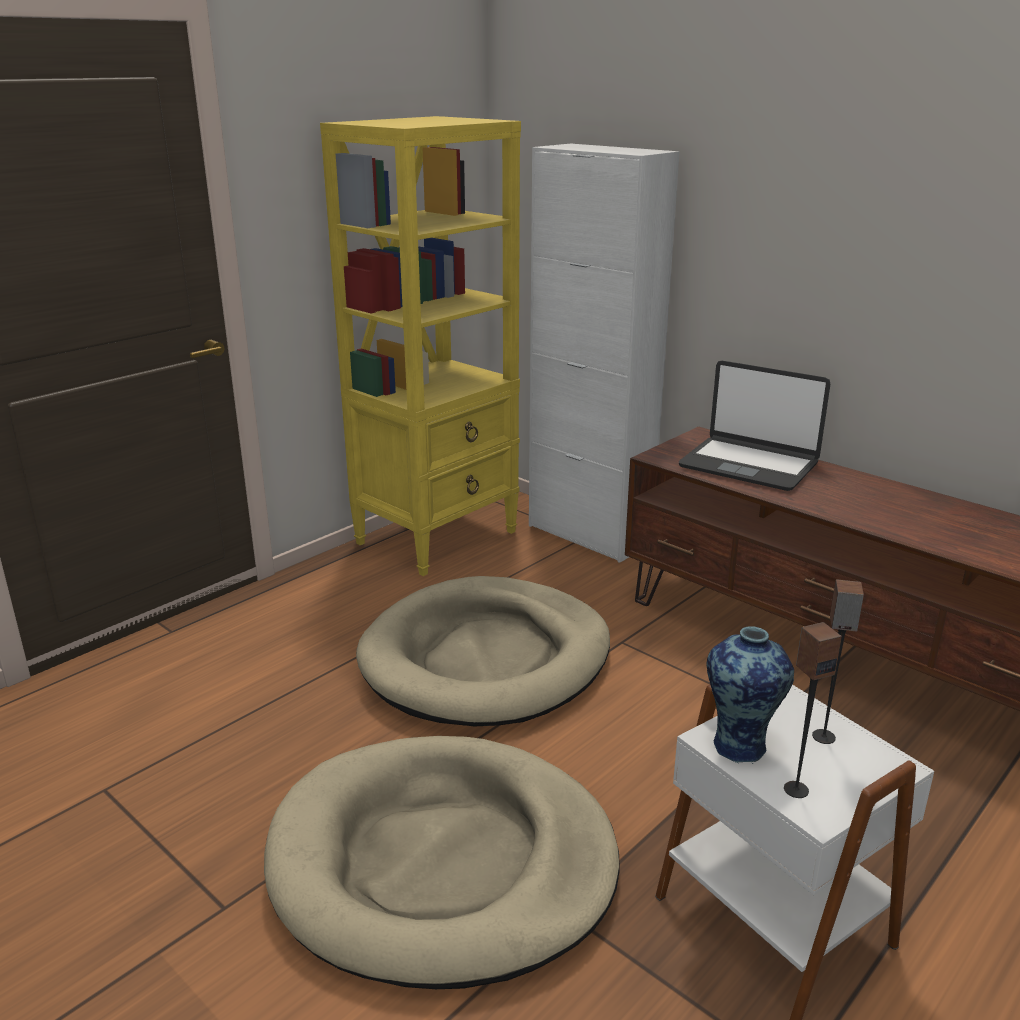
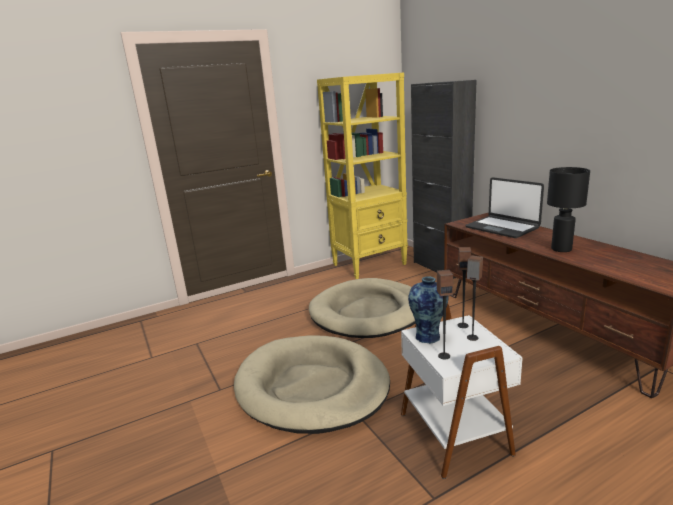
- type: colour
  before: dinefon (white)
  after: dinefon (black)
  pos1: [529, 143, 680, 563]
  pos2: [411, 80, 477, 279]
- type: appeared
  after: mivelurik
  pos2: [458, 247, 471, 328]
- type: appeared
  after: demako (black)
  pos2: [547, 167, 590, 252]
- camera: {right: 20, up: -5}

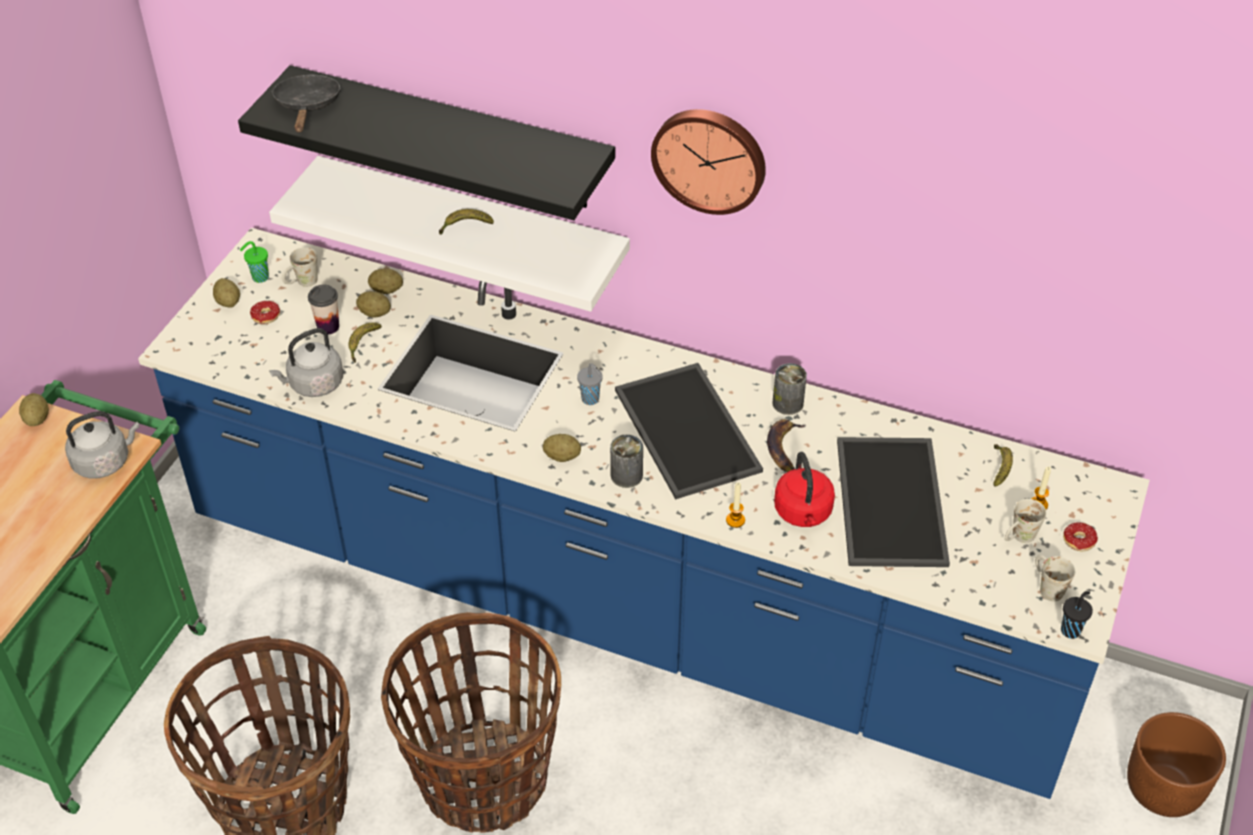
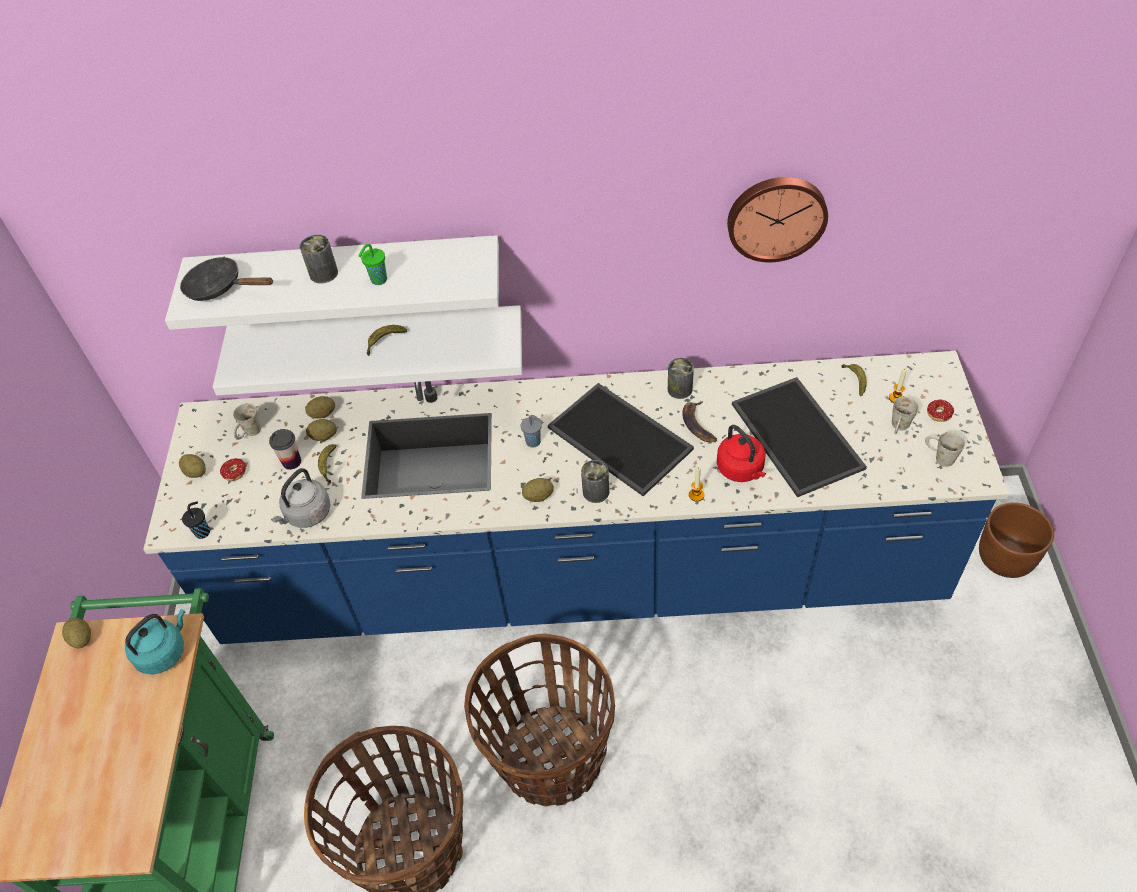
- type: colour
  before: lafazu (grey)
  after: lafazu (turquoise)
  pos1: [65, 411, 140, 479]
  pos2: [125, 609, 185, 674]
- type: colour
  before: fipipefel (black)
  after: fipipefel (white)
  pos1: [238, 65, 615, 220]
  pos2: [165, 235, 499, 330]
- type: spun
  before: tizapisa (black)
  pos1: [271, 75, 341, 132]
  pos2: [180, 256, 273, 301]
  turn: -45
- type: relocated
  before: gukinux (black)
  pos1: [1061, 591, 1093, 639]
  pos2: [182, 502, 210, 539]
- type: appeared
  after: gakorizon
  pos2: [300, 235, 338, 284]
- type: relocated
  before: gukinux (green)
  pos1: [240, 241, 269, 283]
  pos2: [359, 244, 387, 285]
- type: relocated
  before: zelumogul
  pos1: [651, 109, 766, 215]
  pos2: [727, 177, 828, 262]
- camera: {right: -20, up: 5}

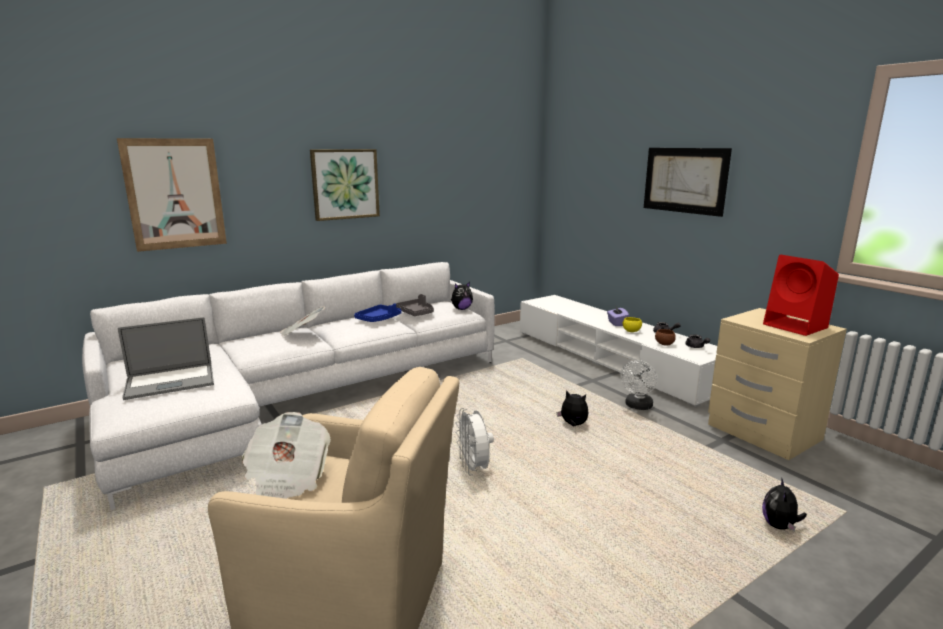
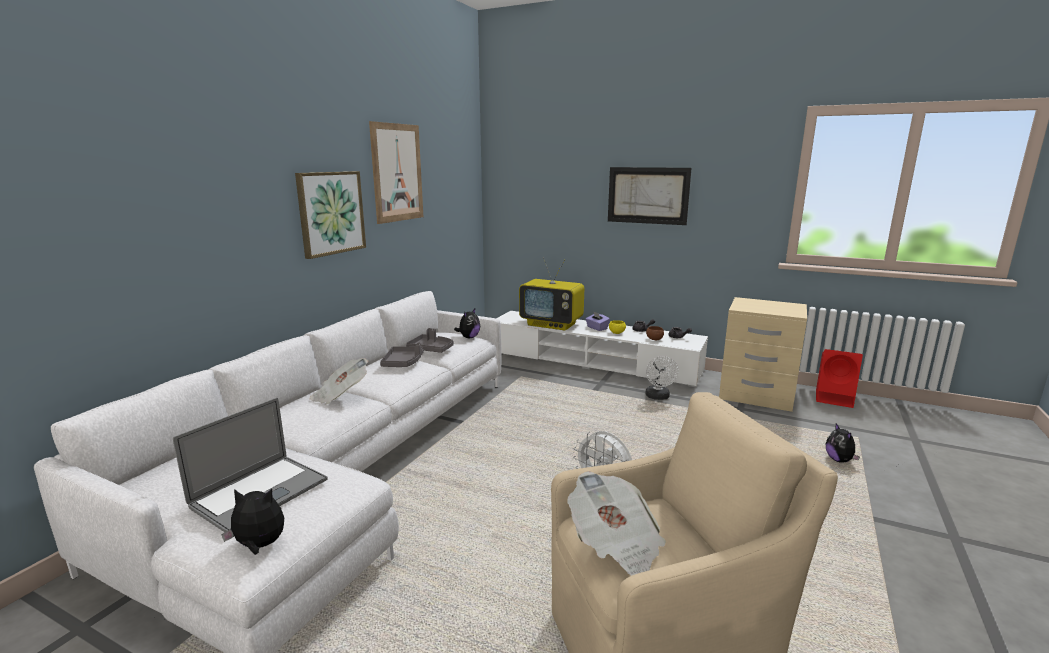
- type: relocated
  before: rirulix
  pos1: [557, 390, 588, 427]
  pos2: [222, 489, 284, 555]
- type: relocated
  before: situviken
  pos1: [117, 138, 227, 252]
  pos2: [369, 121, 423, 224]
- type: colour
  before: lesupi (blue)
  after: lesupi (grey)
  pos1: [354, 303, 402, 322]
  pos2: [380, 342, 424, 367]
- type: appeared
  after: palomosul
  pos2: [519, 257, 584, 331]
- type: relocated
  before: mivelurik (red)
  pos1: [763, 255, 839, 336]
  pos2: [816, 349, 863, 408]
- camera: {right: -30, up: 0}

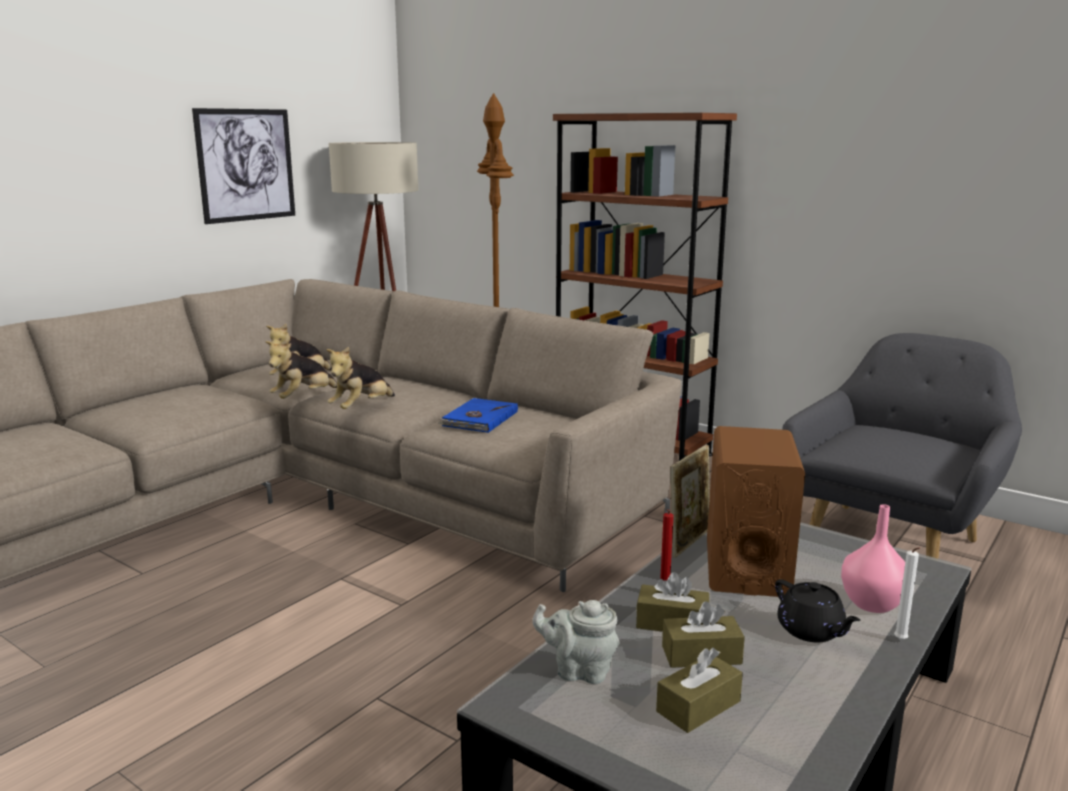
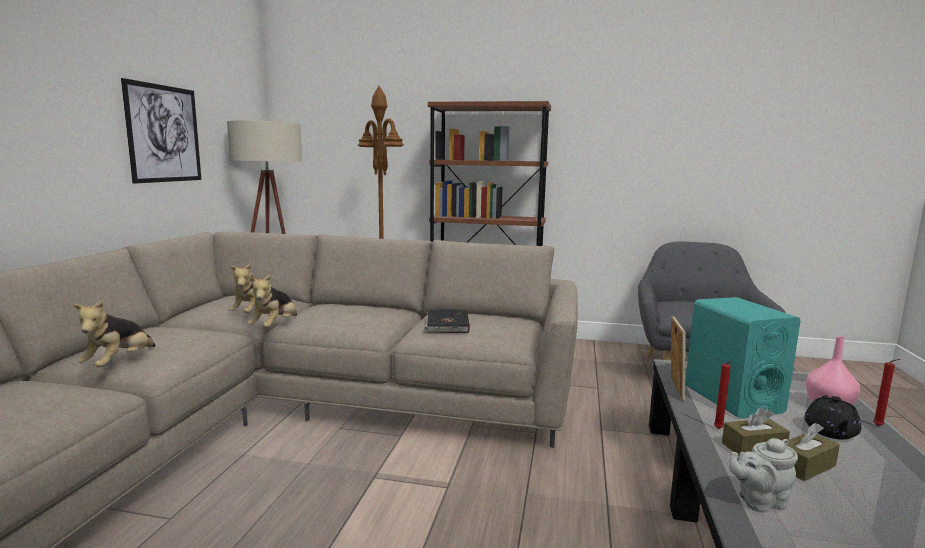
- type: relocated
  before: rirulix
  pos1: [326, 347, 395, 409]
  pos2: [73, 300, 155, 367]
- type: colour
  before: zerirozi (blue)
  after: zerirozi (black)
  pos1: [438, 398, 518, 433]
  pos2: [424, 309, 470, 333]
- type: colour
  before: mivelurik (brown)
  after: mivelurik (turquoise)
  pos1: [707, 426, 805, 597]
  pos2: [685, 297, 801, 419]
- type: spun
  before: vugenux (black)
  pos1: [775, 579, 861, 642]
  pos2: [805, 395, 861, 440]
  turn: 75
- type: colour
  before: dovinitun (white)
  after: dovinitun (red)
  pos1: [894, 548, 920, 640]
  pos2: [873, 359, 901, 426]
- type: missing
  before: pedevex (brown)
  pos1: [656, 648, 743, 733]
- camera: {right: -25, up: -5}

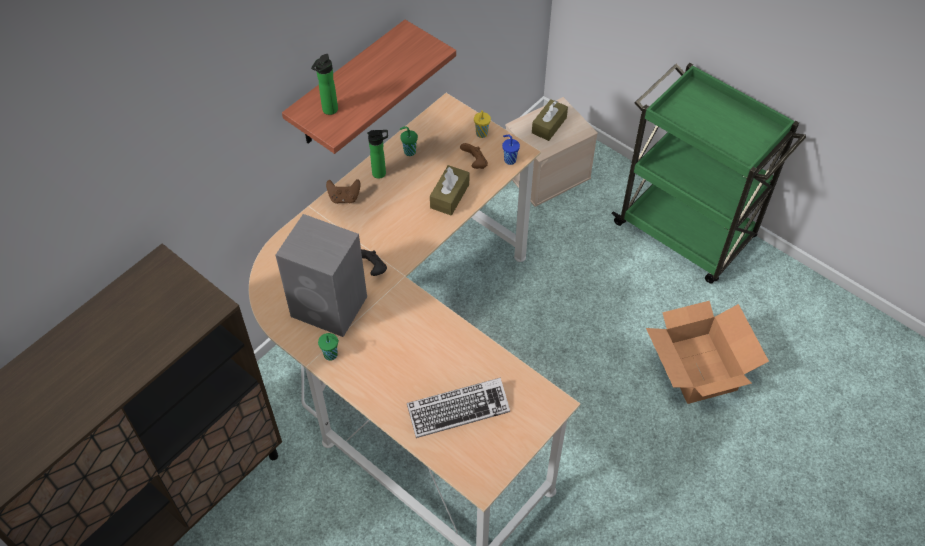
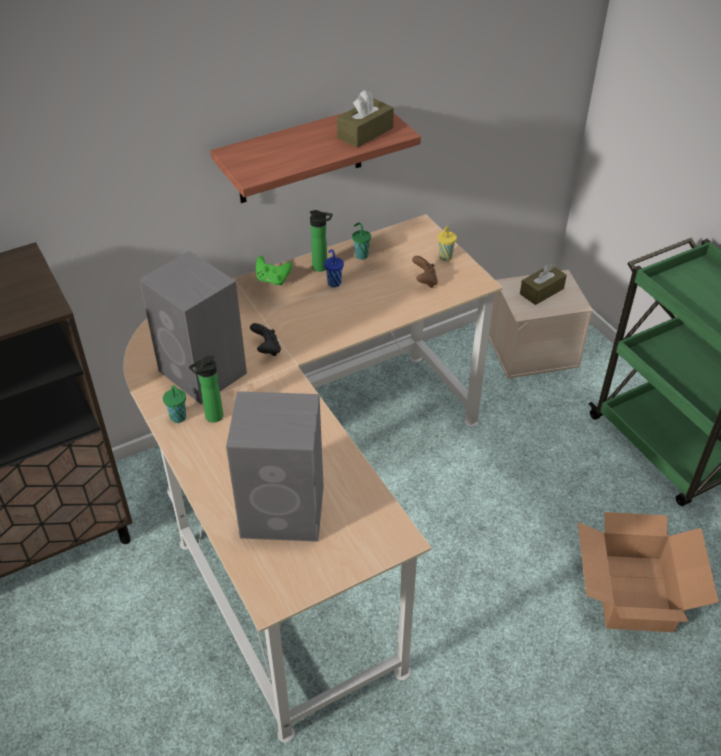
- type: relocated
  before: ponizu
  pos1: [311, 54, 338, 115]
  pos2: [189, 355, 223, 423]
- type: exchanged
  before: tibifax
  after: mivelurik (grey)
  pos1: [407, 377, 510, 438]
  pos2: [226, 391, 324, 542]
- type: colour
  before: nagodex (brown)
  after: nagodex (green)
  pos1: [326, 179, 361, 204]
  pos2: [256, 256, 292, 286]
- type: relocated
  before: gukinux (blue)
  pos1: [502, 135, 520, 165]
  pos2: [324, 249, 344, 287]
- type: relocated
  before: pedevex (brown)
  pos1: [430, 165, 469, 215]
  pos2: [337, 90, 394, 148]
- camera: {right: 20, up: -10}

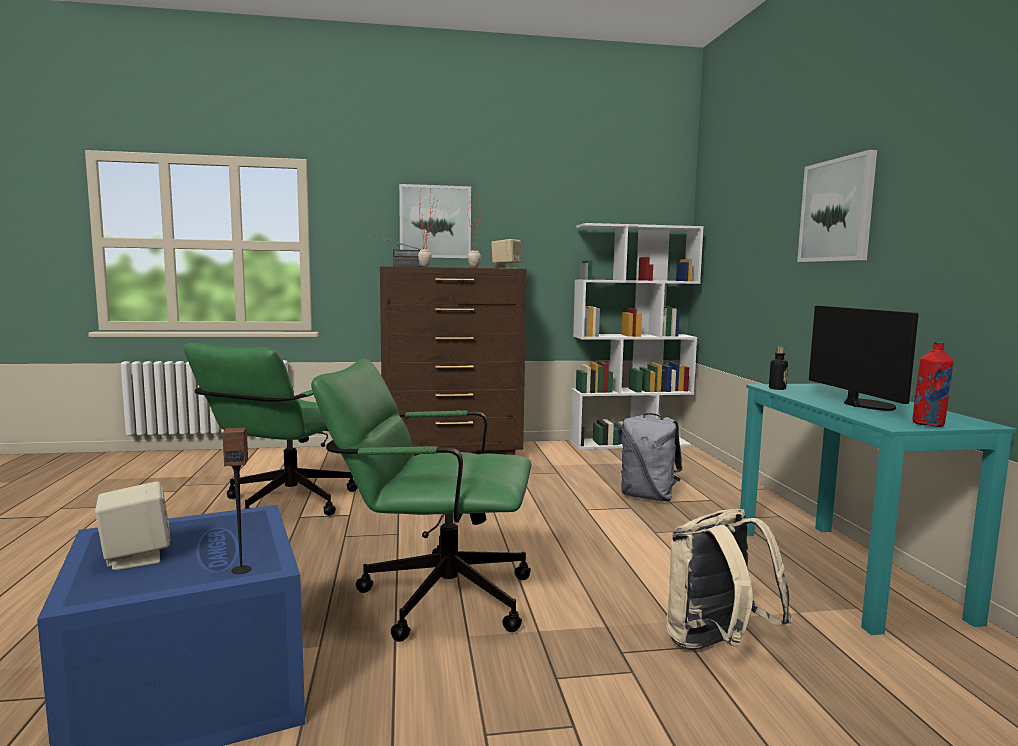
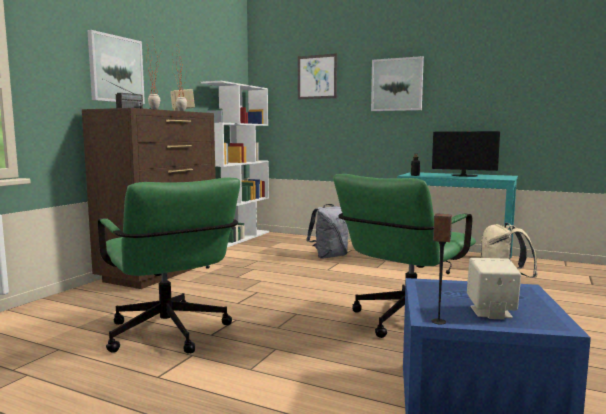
- type: appeared
  after: situviken
  pos2: [298, 53, 337, 99]
- type: relocated
  before: mivelurik
  pos1: [222, 427, 251, 574]
  pos2: [432, 213, 452, 325]
- type: missing
  before: ponizu (red)
  pos1: [912, 342, 953, 427]
- camera: {right: -55, up: 0}

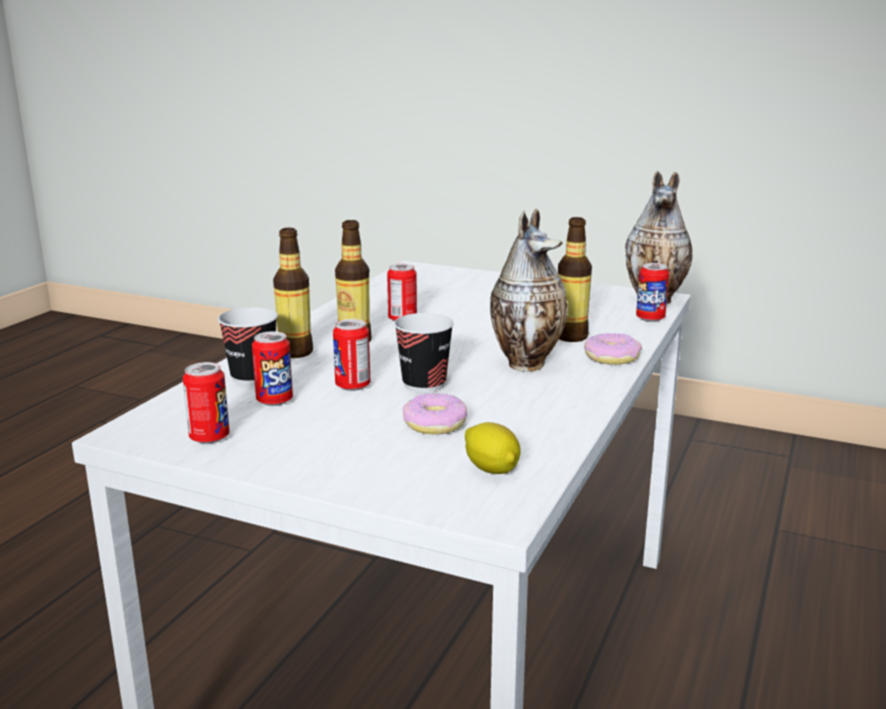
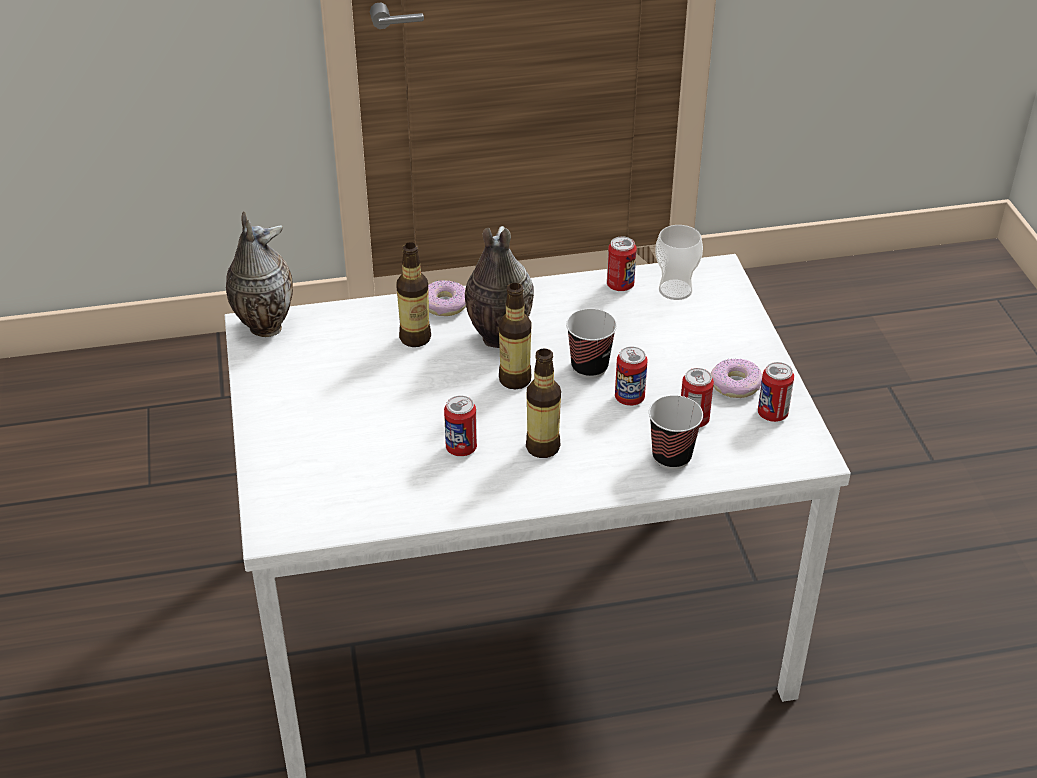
- type: relocated
  before: ponizu
  pos1: [273, 228, 313, 358]
  pos2: [499, 283, 532, 389]
- type: relocated
  before: gakorizon
  pos1: [636, 263, 669, 322]
  pos2: [607, 237, 637, 291]
- type: exchanged
  before: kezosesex
  after: gukinux
  pos1: [465, 422, 521, 474]
  pos2: [655, 225, 703, 300]
- type: relocated
  before: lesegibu
  pos1: [403, 393, 467, 435]
  pos2: [711, 359, 762, 398]
- camera: {right: -125, up: 20}

